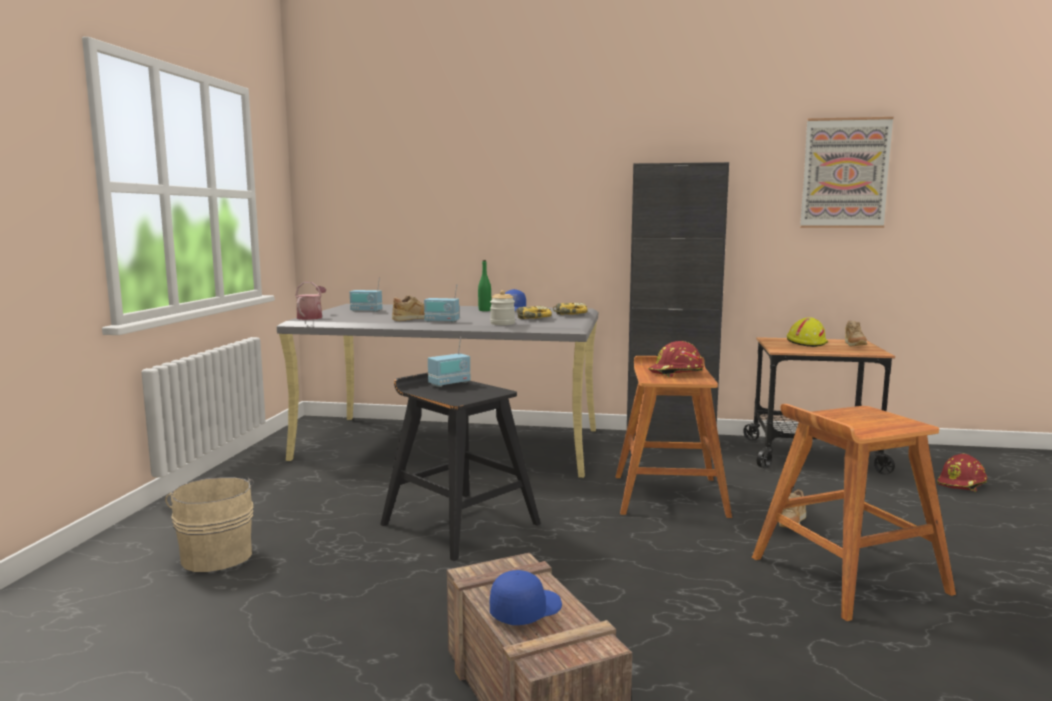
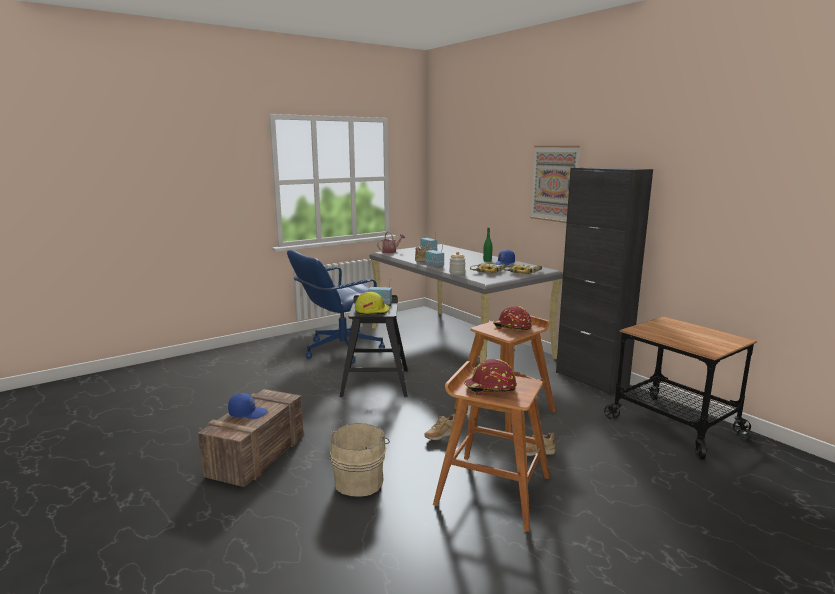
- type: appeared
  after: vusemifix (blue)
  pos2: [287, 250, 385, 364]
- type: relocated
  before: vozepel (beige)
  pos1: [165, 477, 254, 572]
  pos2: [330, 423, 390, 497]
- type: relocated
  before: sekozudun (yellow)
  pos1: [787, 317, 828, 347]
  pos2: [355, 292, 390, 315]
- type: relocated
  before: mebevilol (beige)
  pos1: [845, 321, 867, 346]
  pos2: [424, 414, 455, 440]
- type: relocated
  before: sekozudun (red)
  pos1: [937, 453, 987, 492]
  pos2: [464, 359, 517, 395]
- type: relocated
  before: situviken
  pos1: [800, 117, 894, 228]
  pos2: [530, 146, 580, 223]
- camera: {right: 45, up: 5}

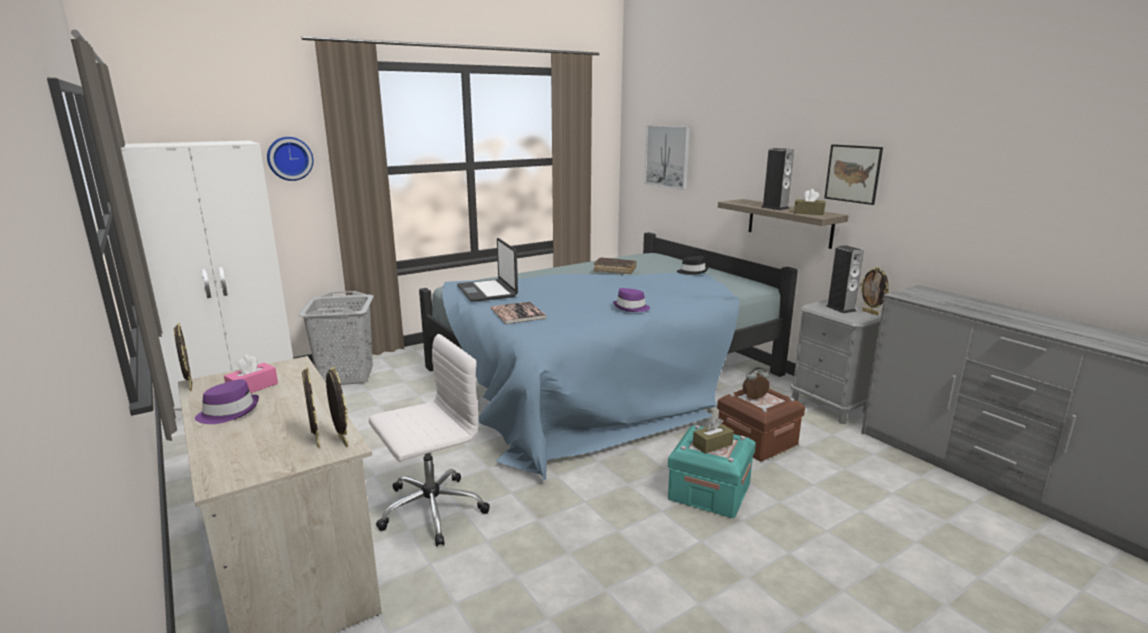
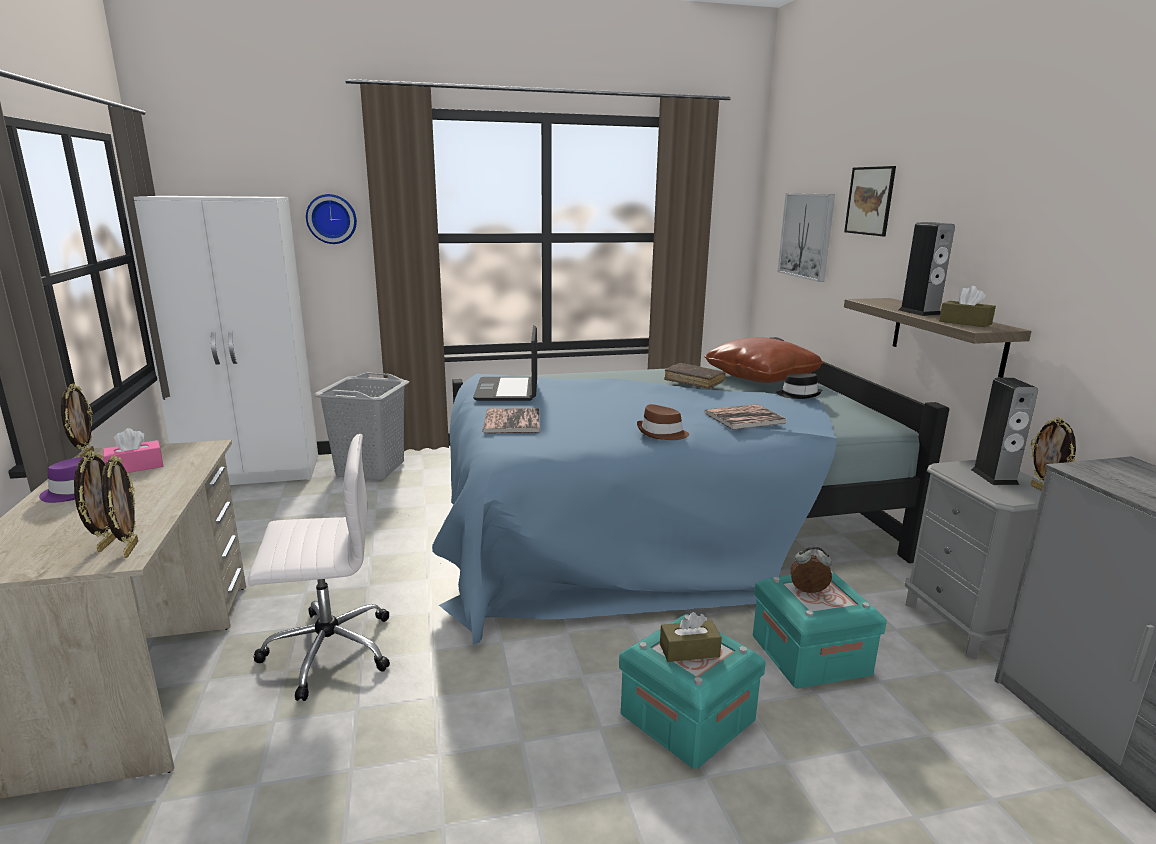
- type: colour
  before: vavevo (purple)
  after: vavevo (brown)
  pos1: [613, 288, 650, 312]
  pos2: [637, 404, 689, 440]
- type: appeared
  after: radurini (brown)
  pos2: [704, 337, 823, 383]
- type: appeared
  after: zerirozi
  pos2: [705, 404, 787, 430]
- type: colour
  before: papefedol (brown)
  after: papefedol (turquoise)
  pos1: [717, 389, 805, 462]
  pos2: [753, 570, 887, 689]
- type: relocated
  before: situviken
  pos1: [824, 144, 883, 205]
  pos2: [844, 166, 896, 236]
- camera: {right: 20, up: 0}

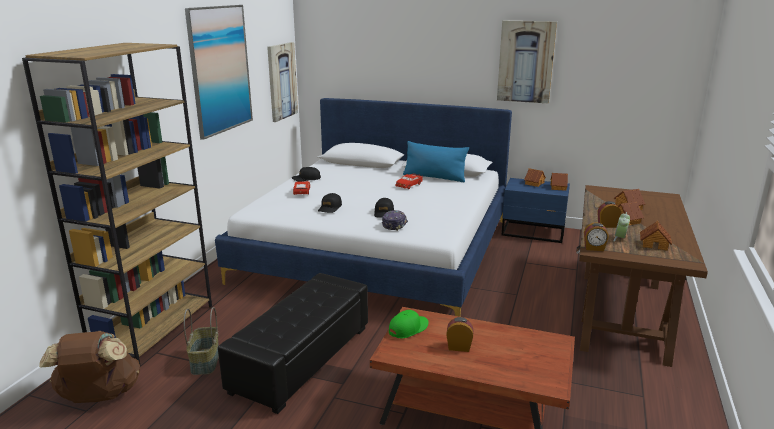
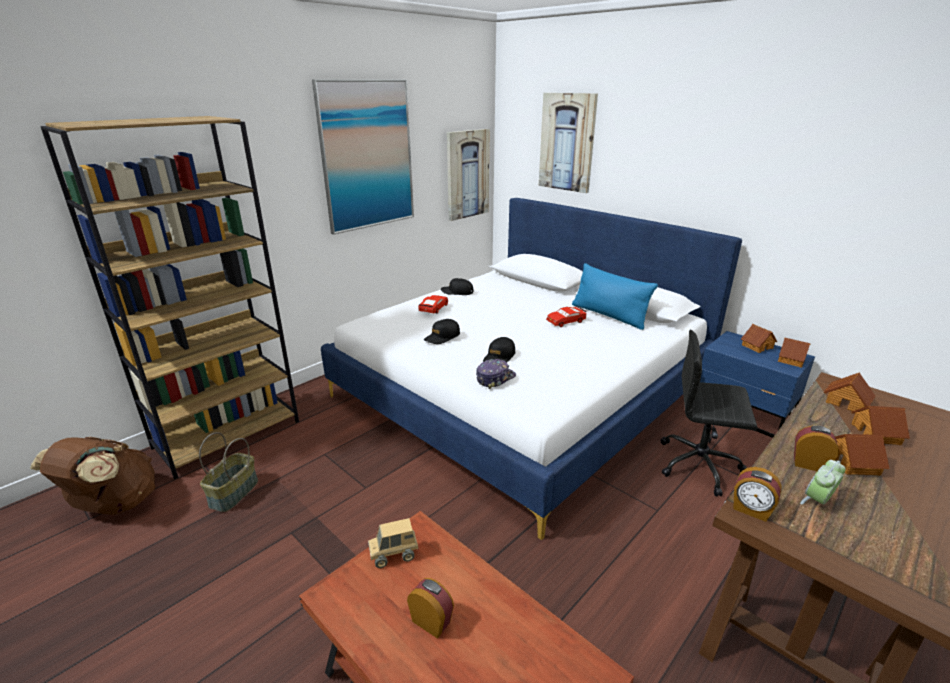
- type: exchanged
  before: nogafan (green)
  after: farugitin
  pos1: [389, 310, 429, 338]
  pos2: [368, 518, 418, 568]
- type: relocated
  before: situviken
  pos1: [497, 21, 557, 104]
  pos2: [539, 93, 598, 193]
- type: appeared
  after: vusemifix (black)
  pos2: [661, 330, 757, 497]
- type: relocated
  before: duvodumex
  pos1: [640, 221, 672, 251]
  pos2: [823, 372, 876, 411]
- type: missing
  before: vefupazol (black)
  pos1: [218, 273, 368, 414]
- camera: {right: 25, up: 5}

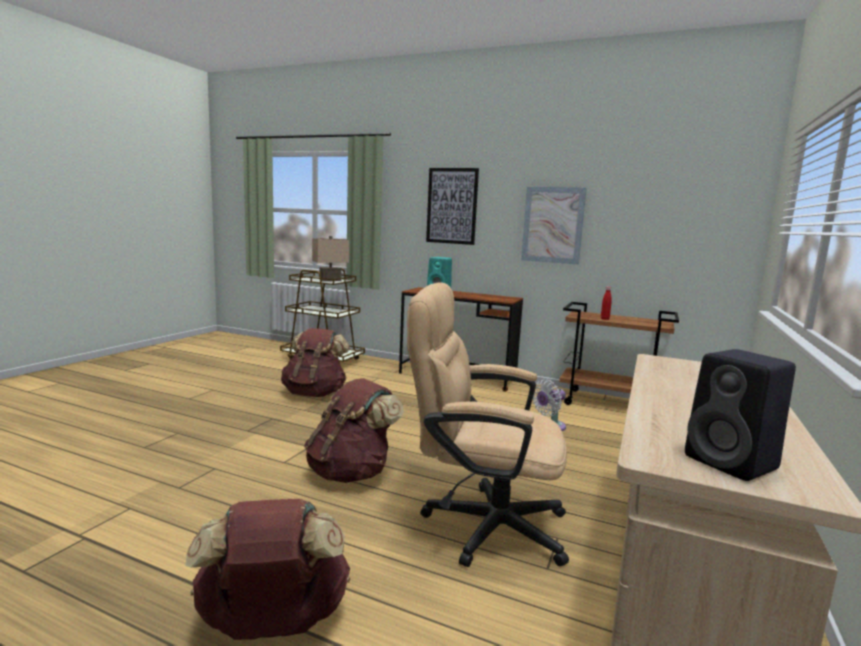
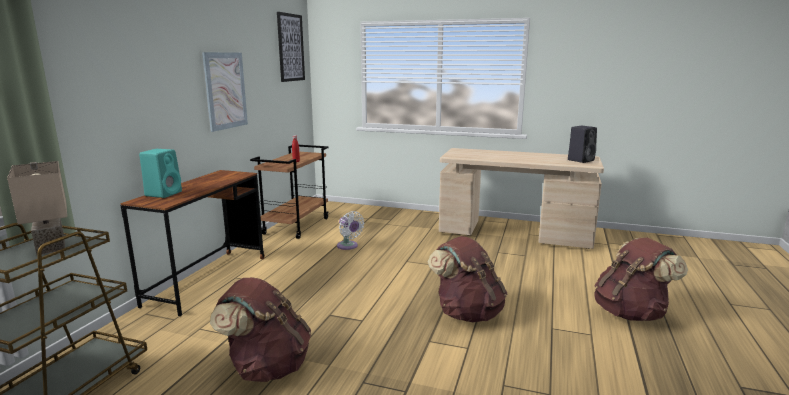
- type: relocated
  before: situviken
  pos1: [426, 168, 479, 245]
  pos2: [277, 12, 305, 82]
- type: missing
  before: vusemifix (beige)
  pos1: [407, 282, 569, 567]
- camera: {right: -95, up: 5}

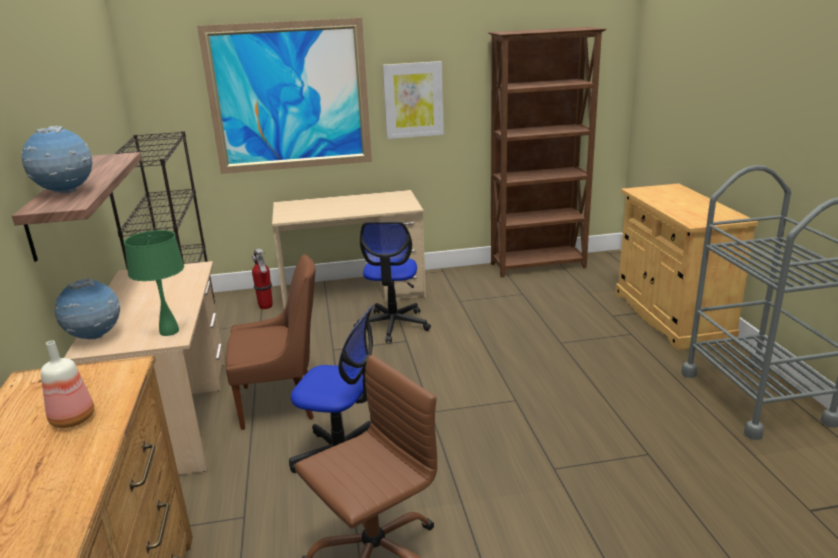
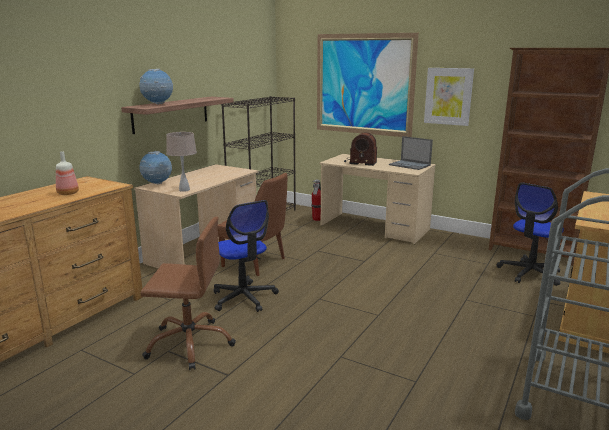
- type: colour
  before: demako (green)
  after: demako (beige)
  pos1: [124, 230, 184, 336]
  pos2: [166, 132, 197, 192]
- type: appeared
  after: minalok
  pos2: [344, 132, 377, 166]
- type: appeared
  after: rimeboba
  pos2: [389, 136, 433, 170]
- type: relocated
  before: vusemifix
  pos1: [354, 222, 431, 343]
  pos2: [496, 182, 564, 286]
- camera: {right: 40, up: -5}

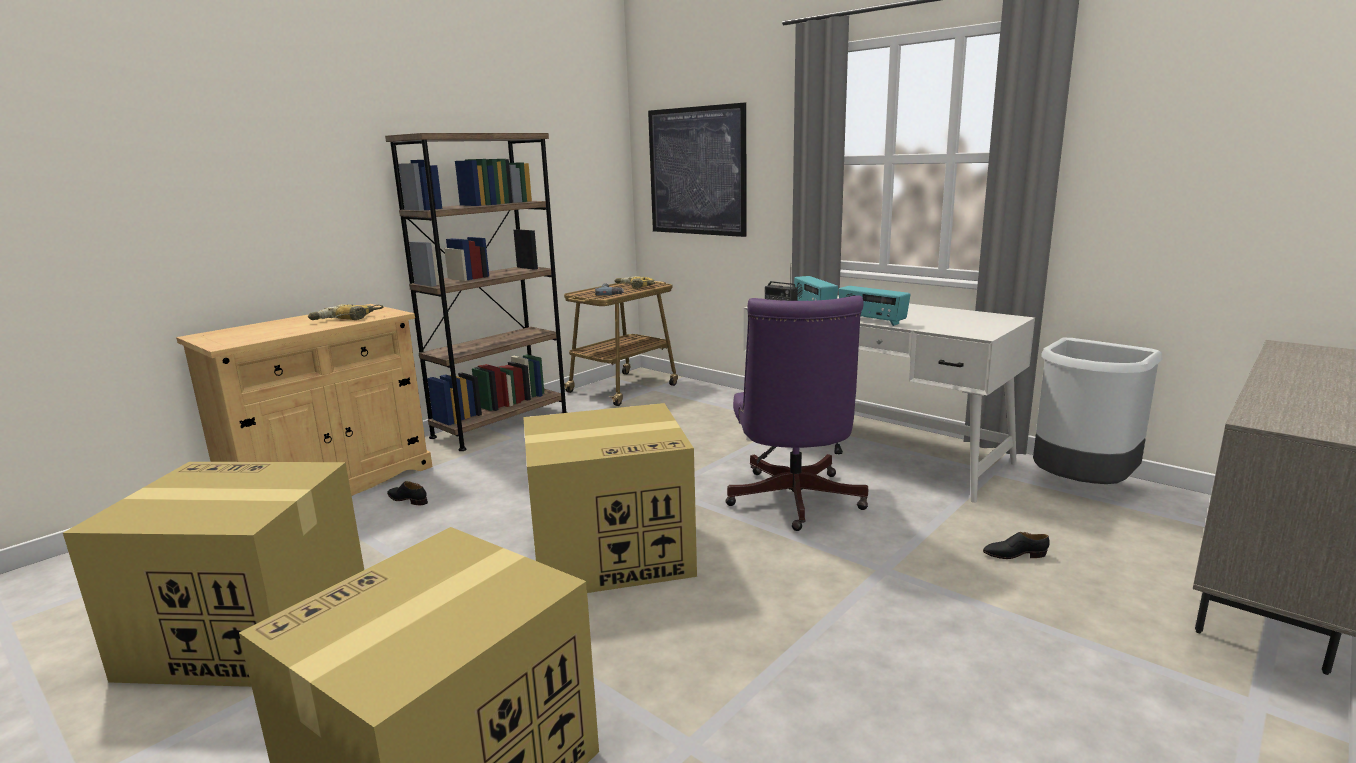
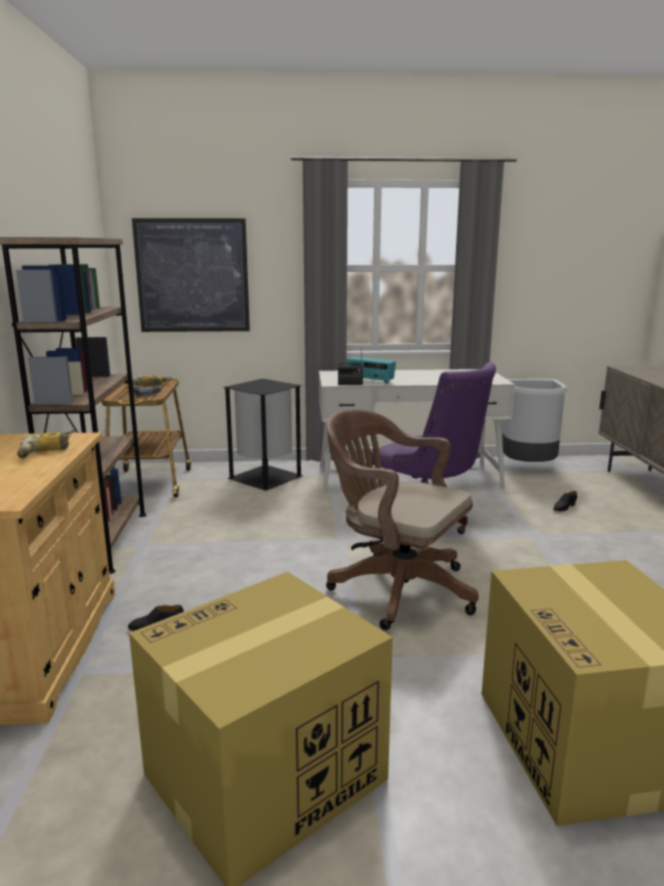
- type: appeared
  after: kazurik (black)
  pos2: [223, 379, 303, 491]
- type: exchanged
  before: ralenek
  after: vusemifix (brown)
  pos1: [523, 403, 697, 593]
  pos2: [326, 409, 479, 630]
- type: missing
  before: minalok
  pos1: [838, 286, 911, 326]
- camera: {right: -45, up: 0}

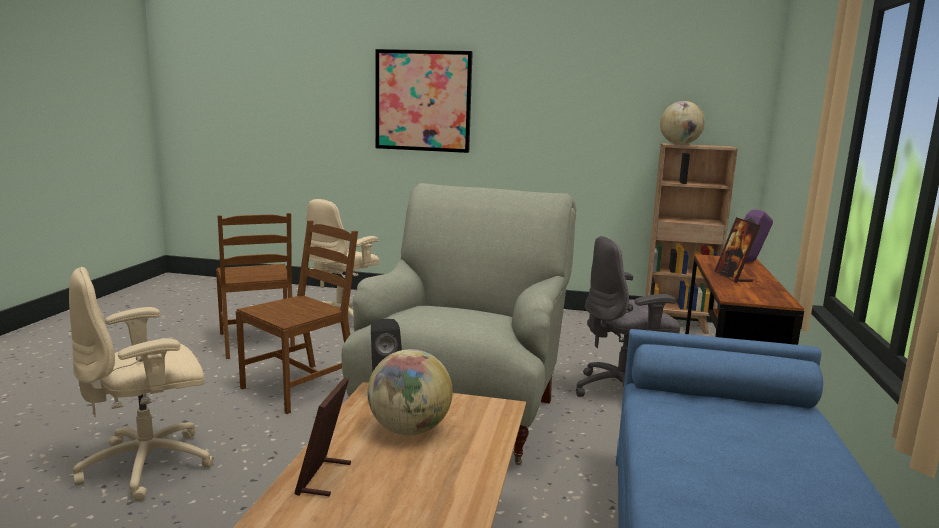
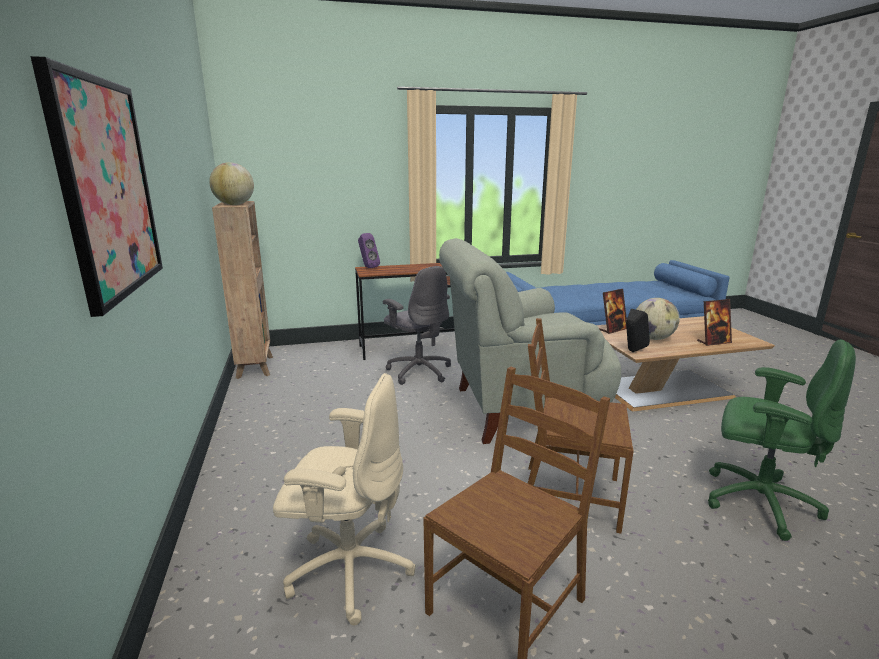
- type: relocated
  before: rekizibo
  pos1: [714, 217, 761, 283]
  pos2: [599, 289, 627, 334]
- type: colour
  before: vusemifix (beige)
  after: vusemifix (green)
  pos1: [69, 267, 214, 501]
  pos2: [708, 340, 856, 541]
- camera: {right: -115, up: 5}

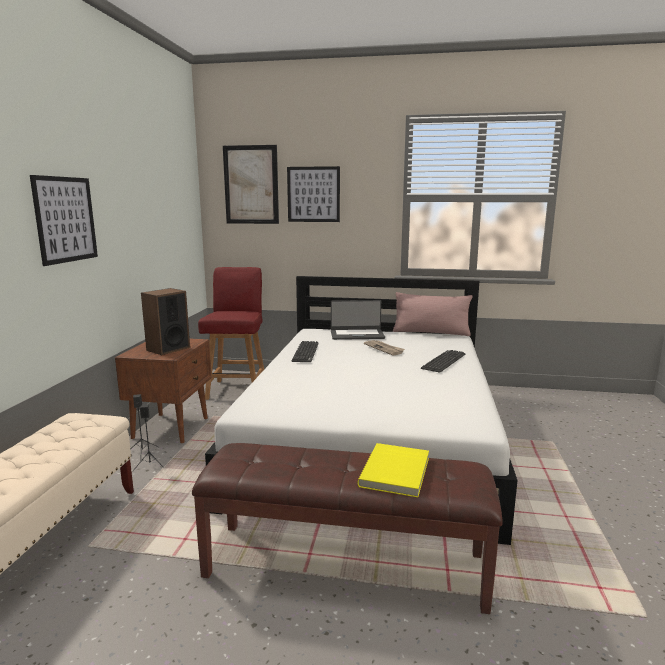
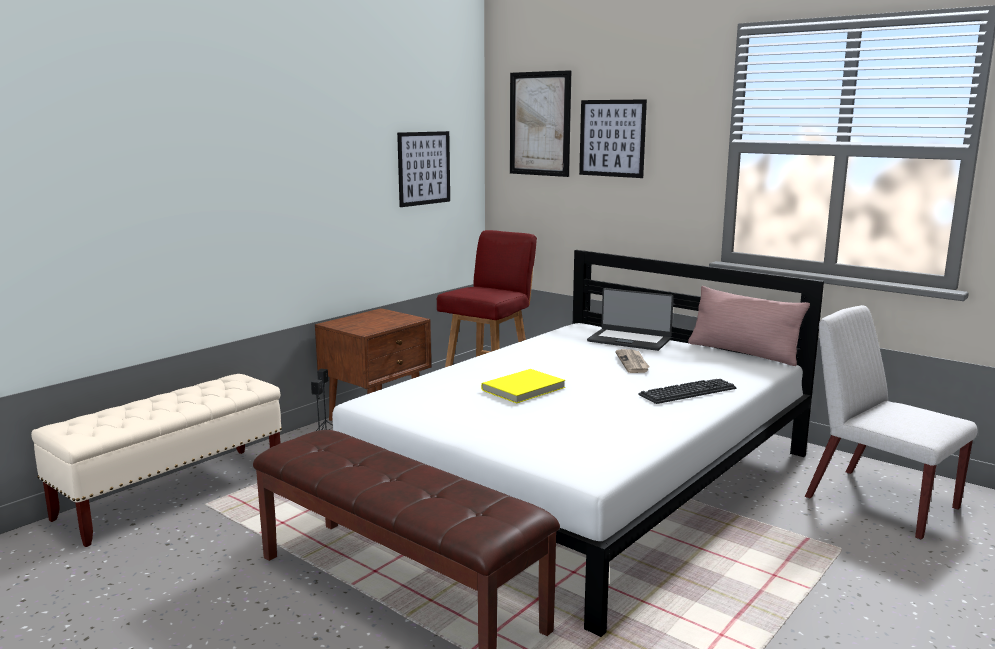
- type: relocated
  before: situviken
  pos1: [30, 175, 98, 266]
  pos2: [397, 131, 450, 207]
- type: relocated
  before: zerirozi (yellow)
  pos1: [357, 443, 429, 497]
  pos2: [481, 369, 565, 403]
- type: appeared
  after: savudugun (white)
  pos2: [805, 305, 977, 540]
- type: missing
  before: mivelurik
  pos1: [141, 288, 190, 355]
- type: missing
  before: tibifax
  pos1: [292, 341, 319, 362]
- camera: {right: 30, up: 0}

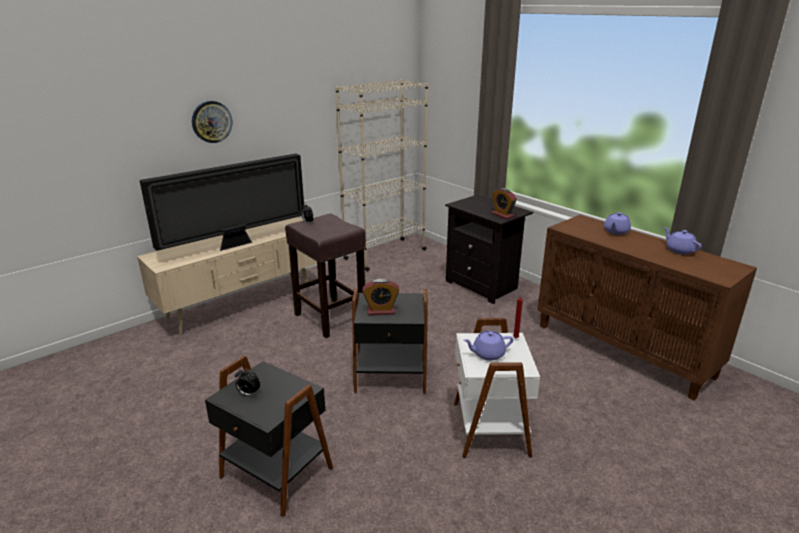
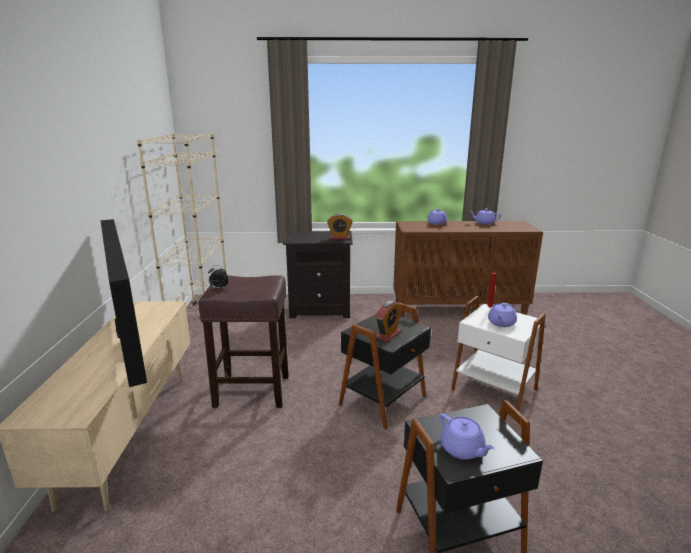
- type: spun
  before: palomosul
  pos1: [139, 153, 304, 251]
  pos2: [100, 219, 147, 387]
  turn: 150
- type: exchanged
  before: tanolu
  after: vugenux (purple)
  pos1: [235, 368, 260, 396]
  pos2: [439, 413, 495, 460]
- type: missing
  before: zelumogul
  pos1: [192, 101, 233, 143]
- camera: {right: -50, up: -5}

